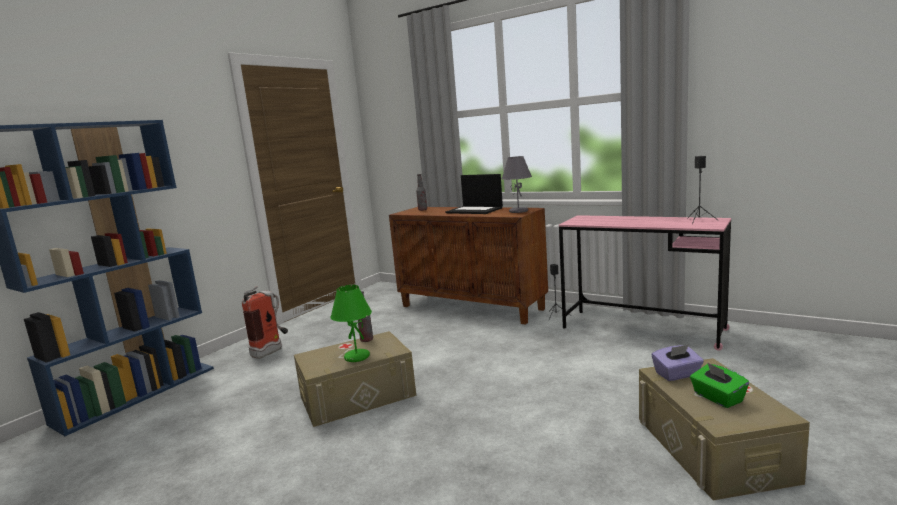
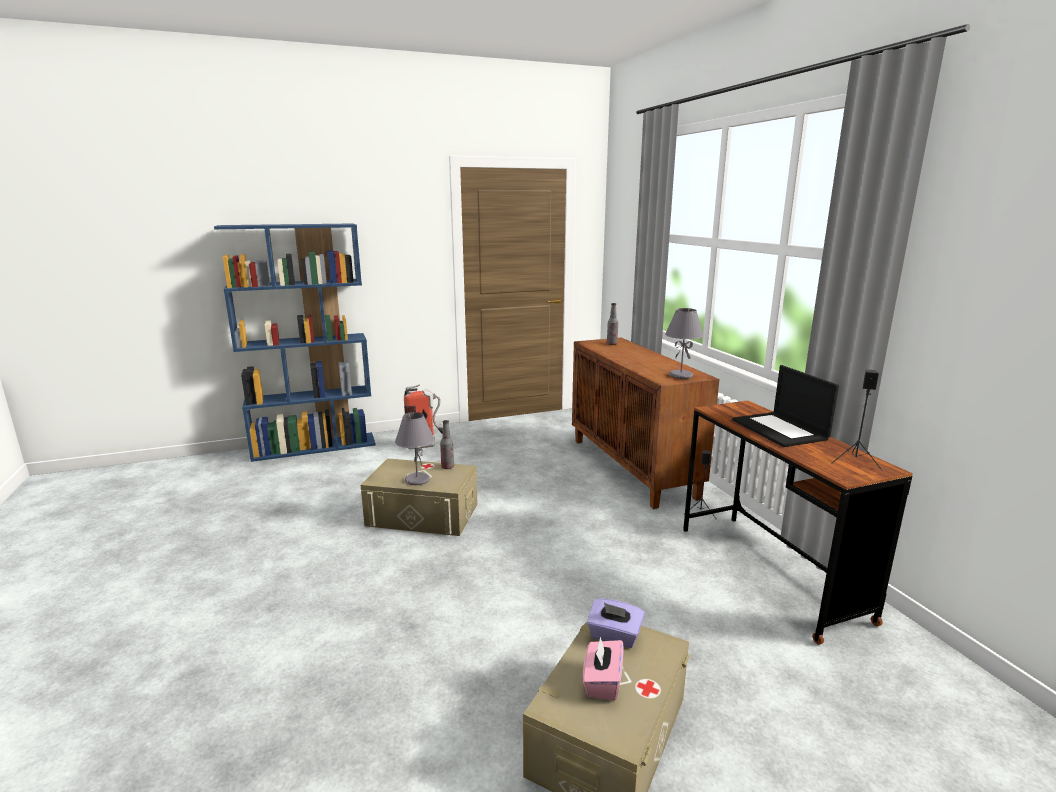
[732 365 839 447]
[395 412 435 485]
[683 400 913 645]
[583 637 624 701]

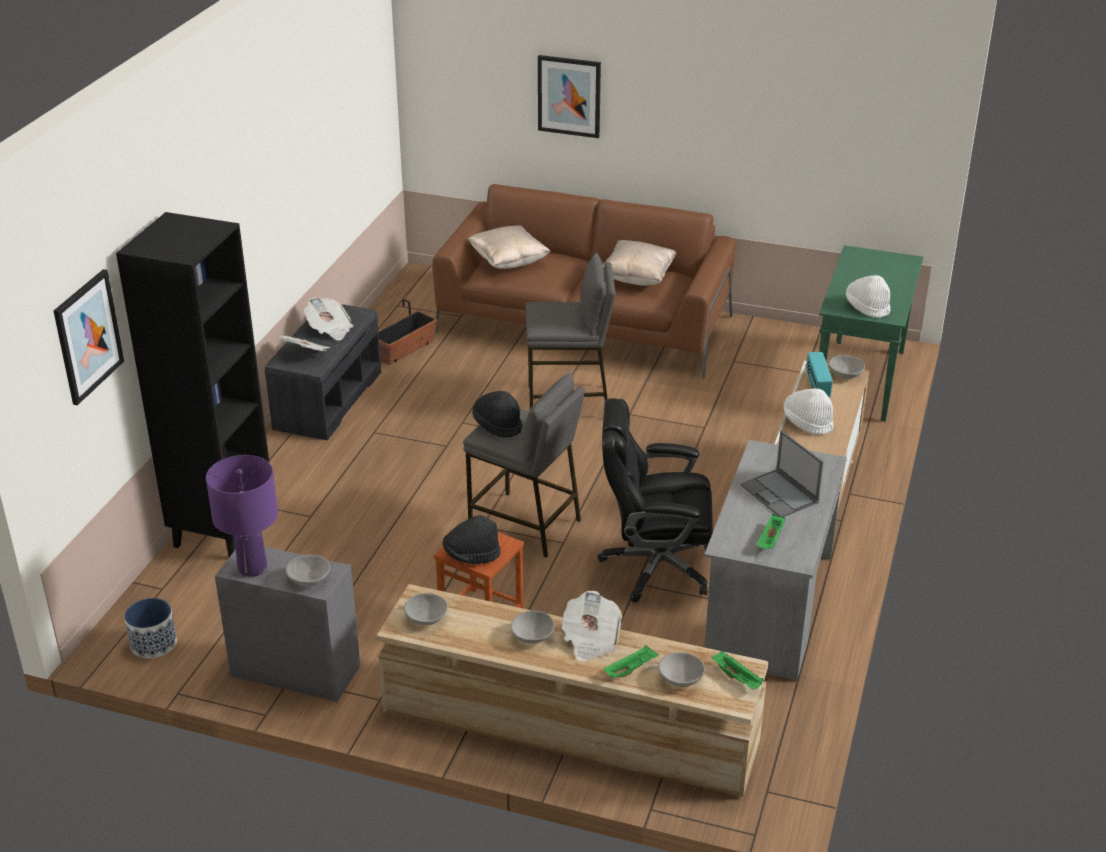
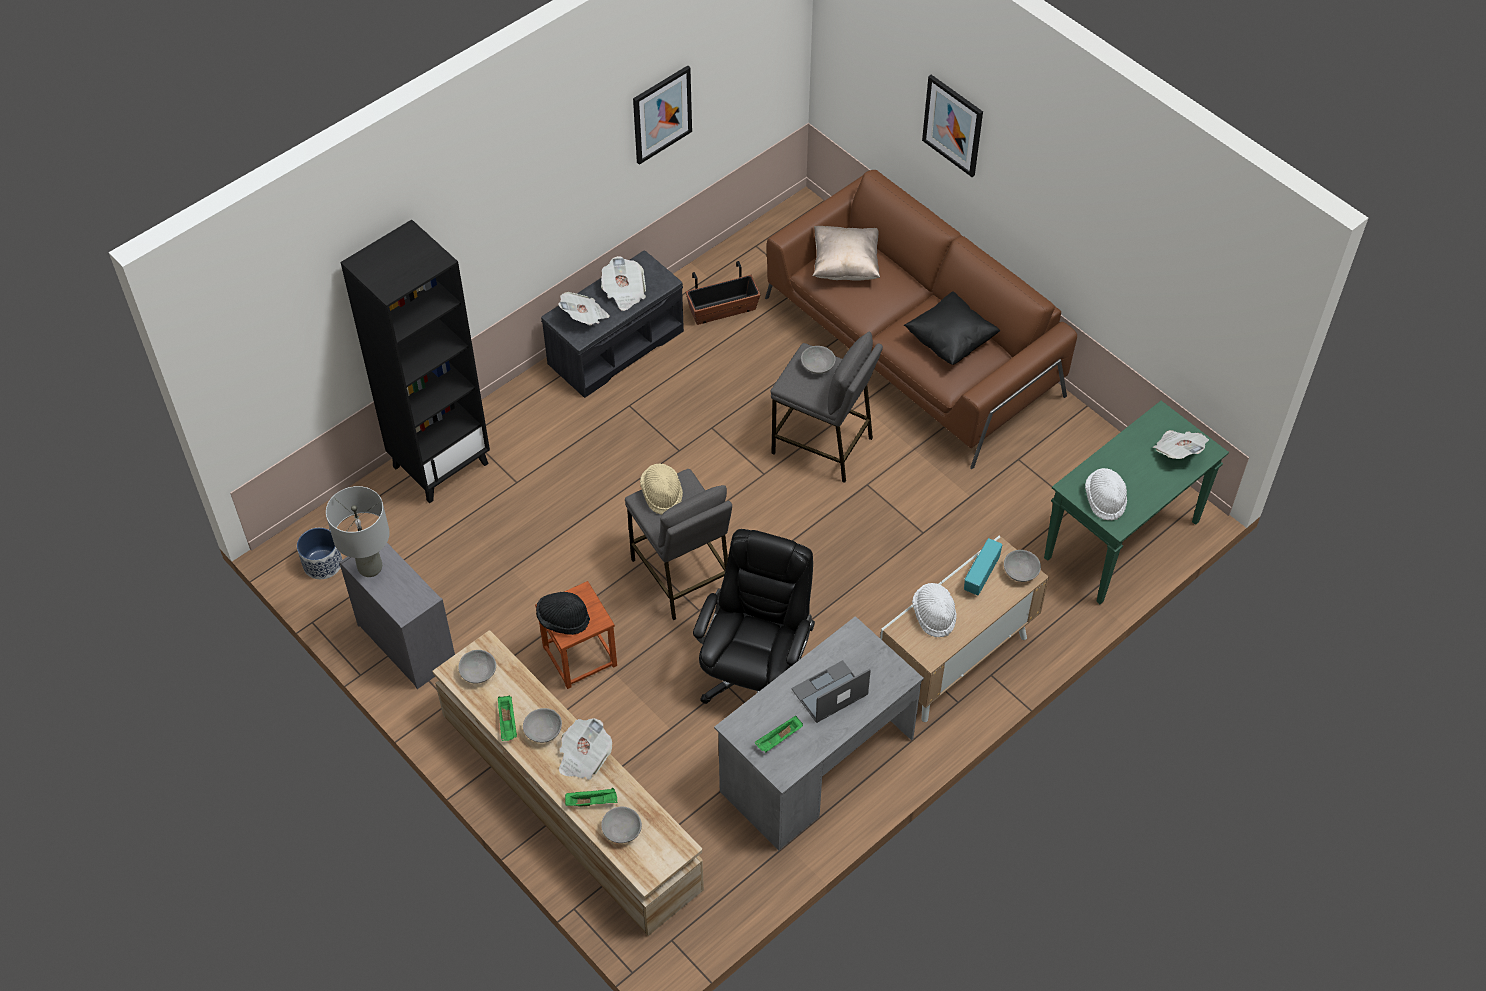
[1153 430 1209 459]
[633 66 692 165]
[801 346 836 374]
[498 696 517 741]
[326 486 390 577]
[640 464 683 515]
[904 291 1000 365]
[693 529 815 704]
[791 660 871 723]

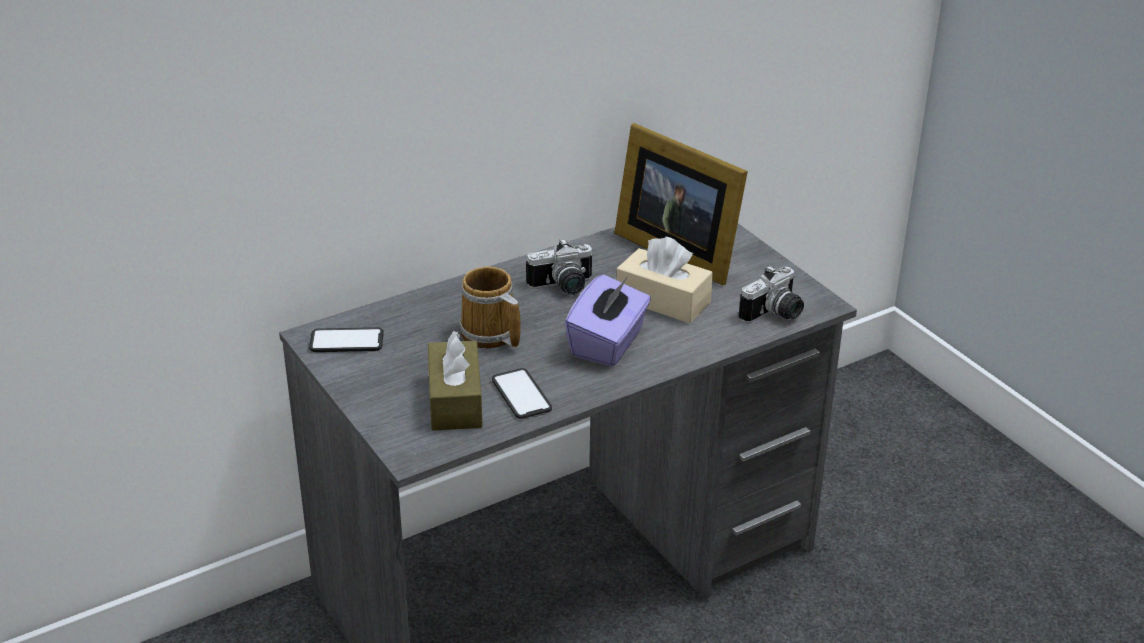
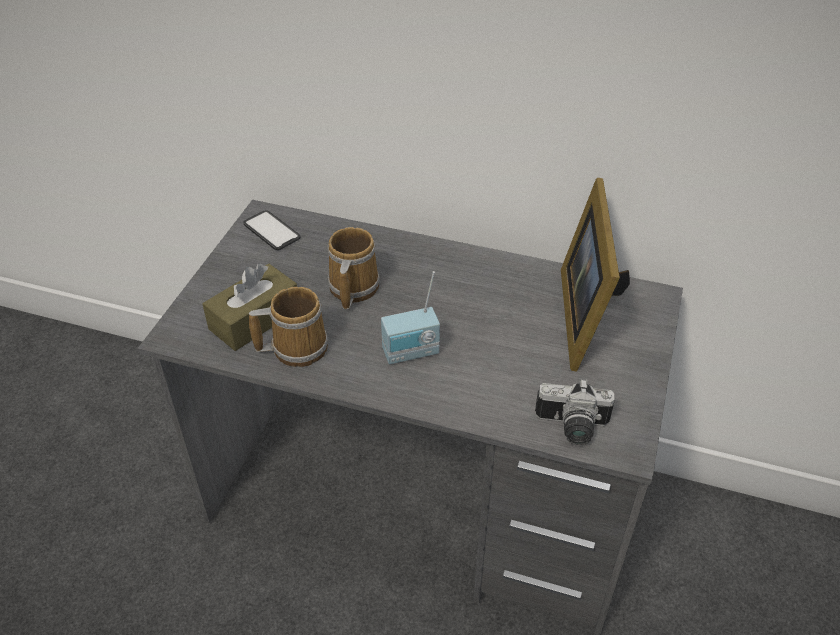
[526 239 592 295] (first image)
[617 237 713 323] (first image)
[249 287 328 367]
[381 271 440 364]

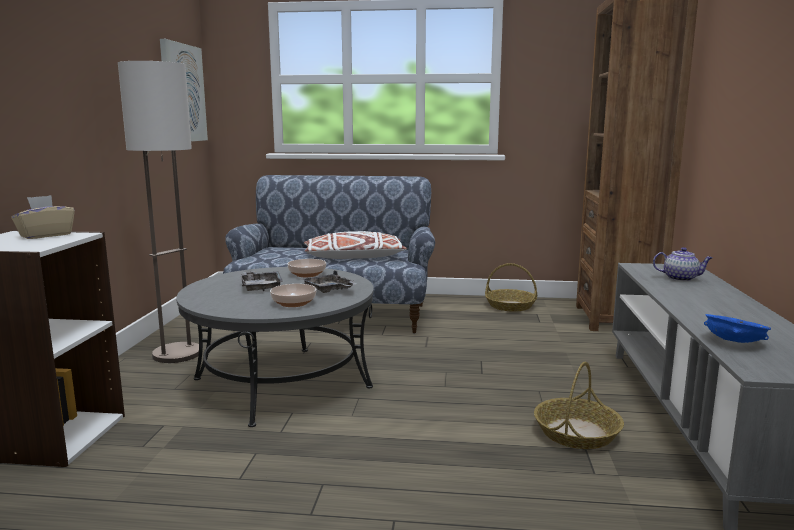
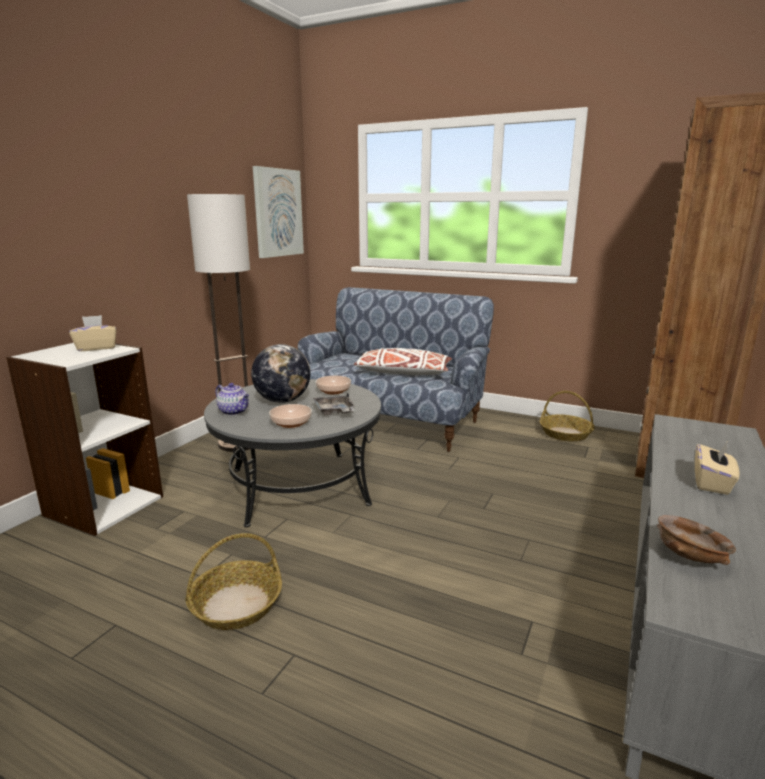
[695 442 740 495]
[185 533 282 630]
[215 383 249 415]
[251 344 310 403]
[657 515 736 565]

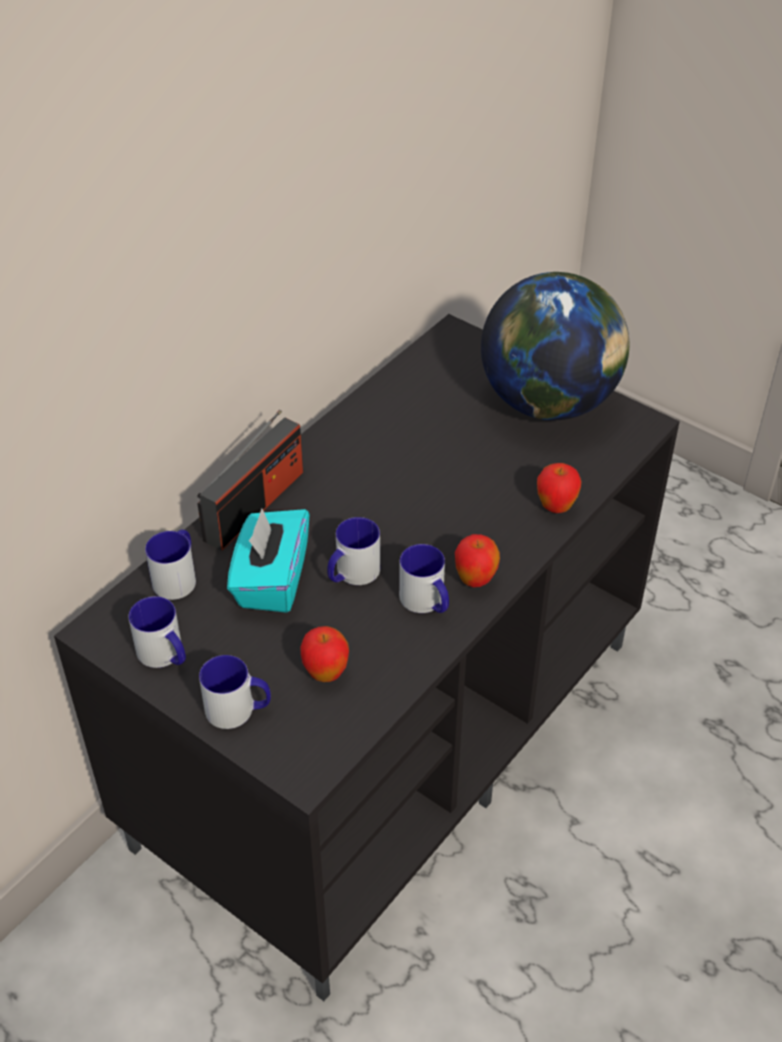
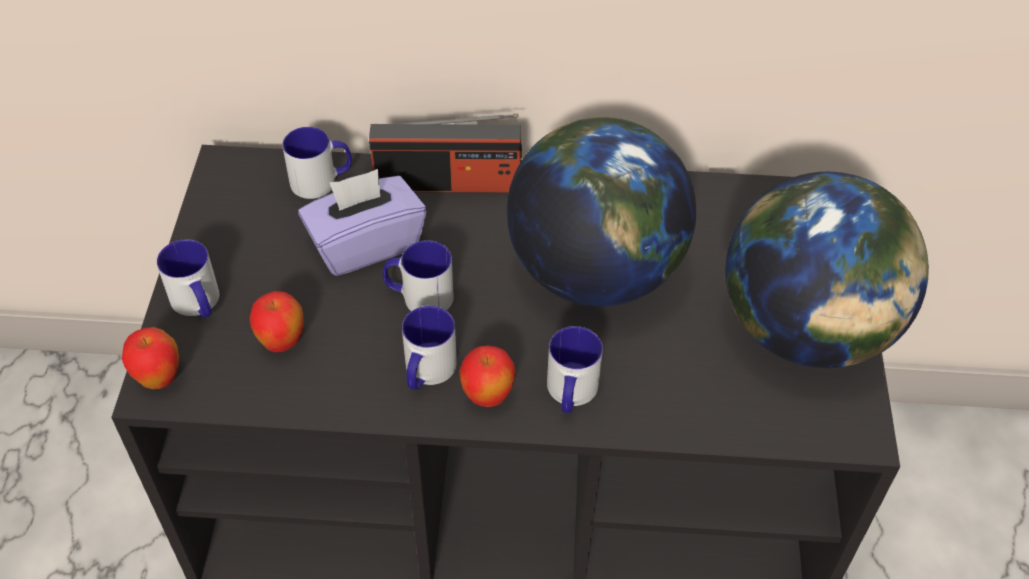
[507 117 696 307]
[547 326 603 413]
[122 327 179 389]
[298 169 426 276]

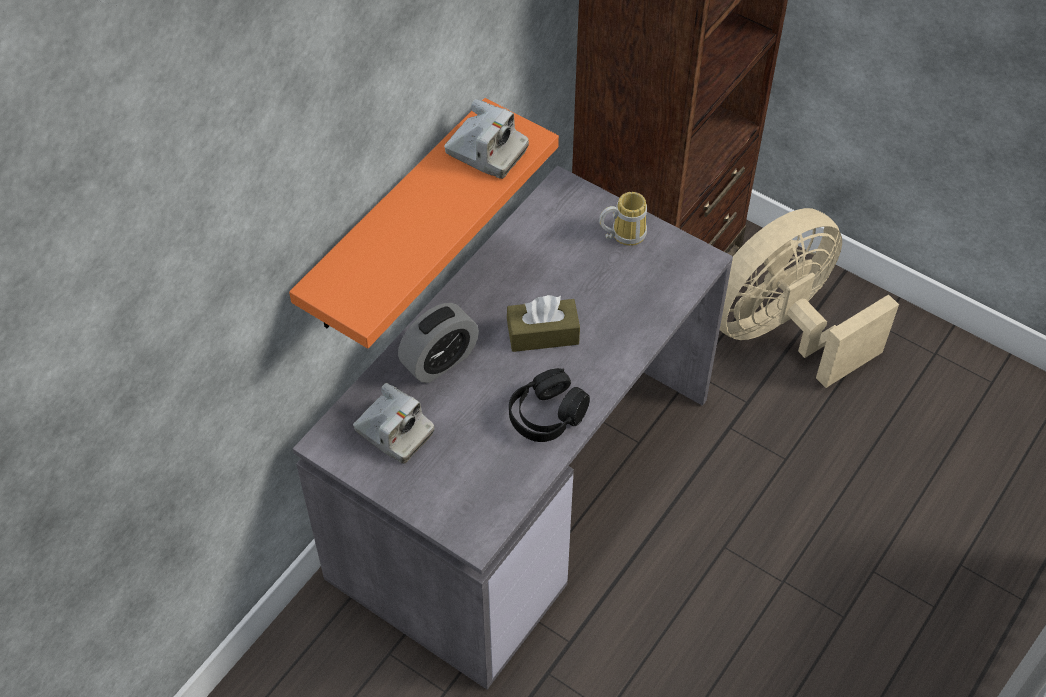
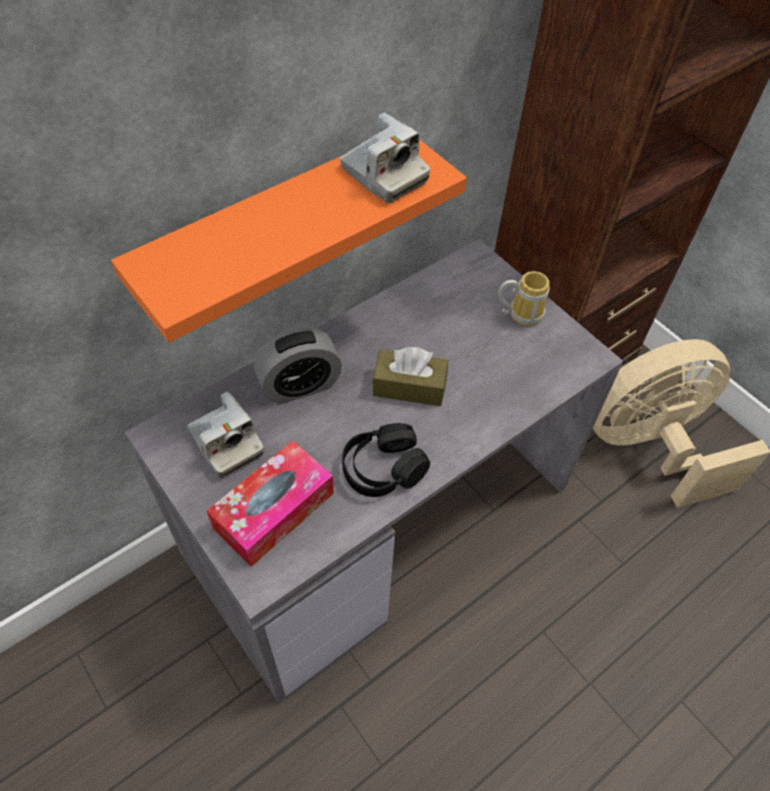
[207 440 334 567]

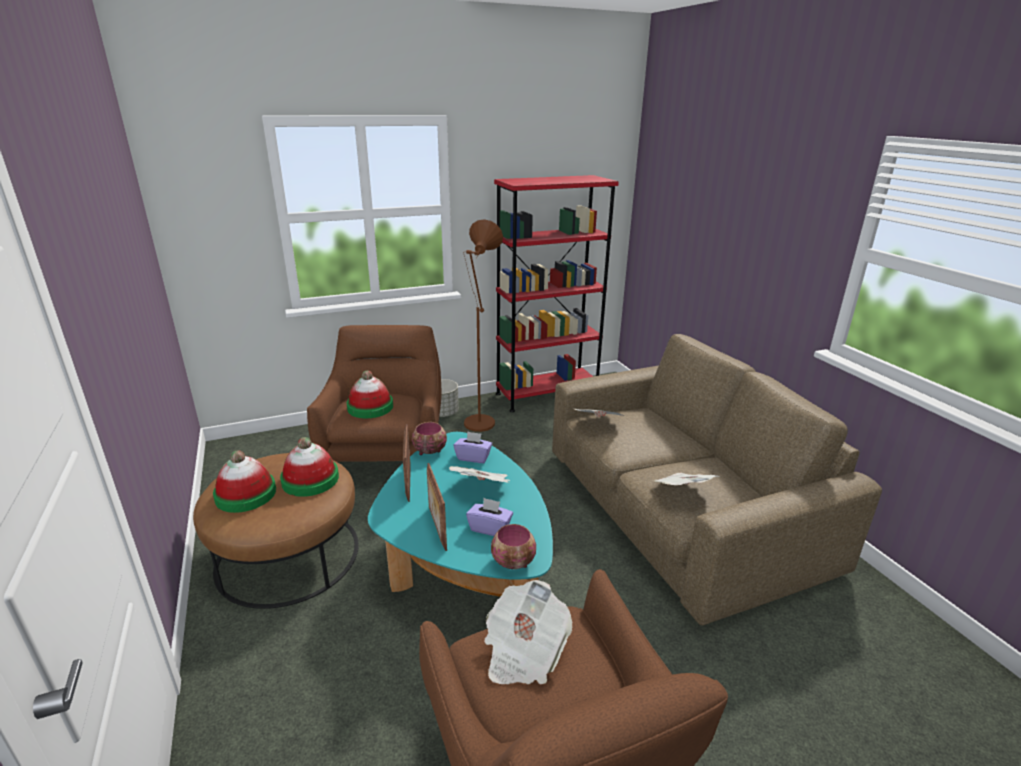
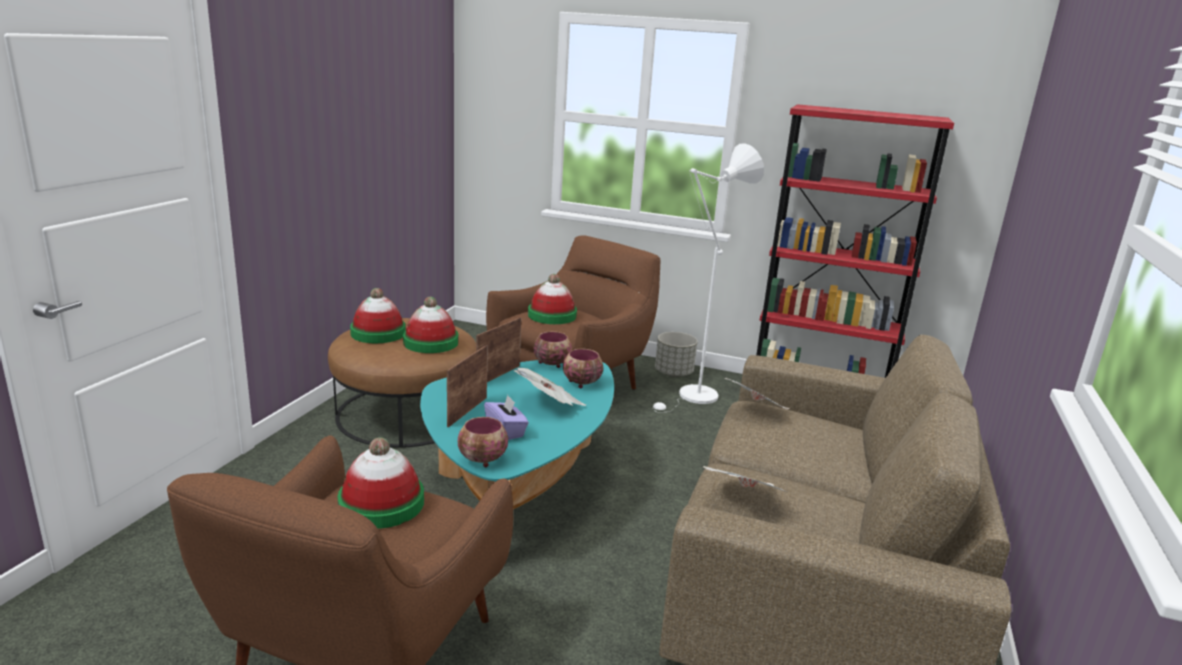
[563 349 604 388]
[338 437 424 529]
[653 143 764 411]

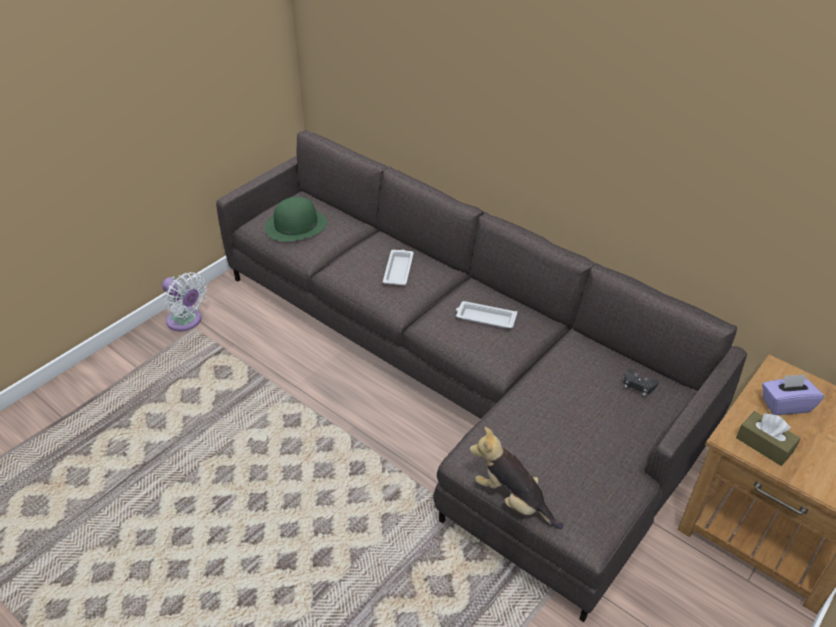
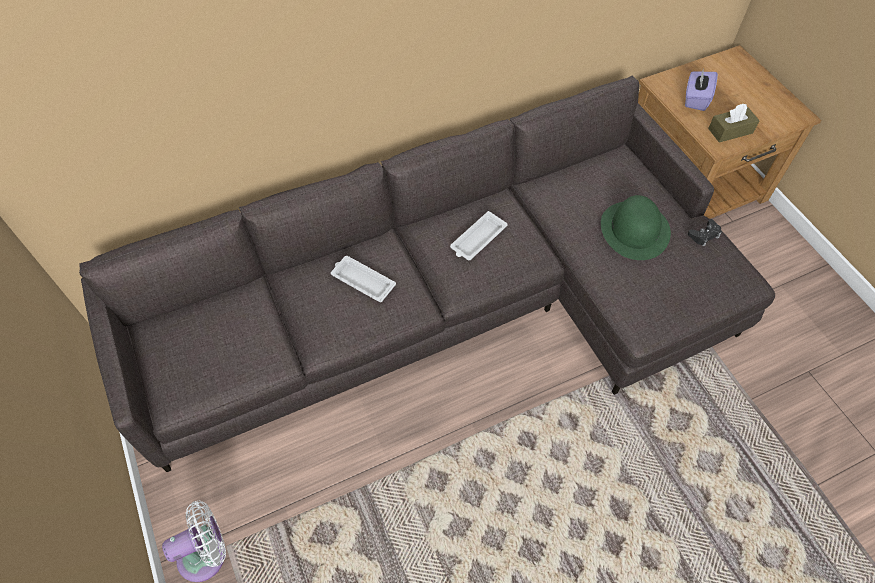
[470 427 564 529] (first image)
[601 195 671 260]
[688 219 722 246]

